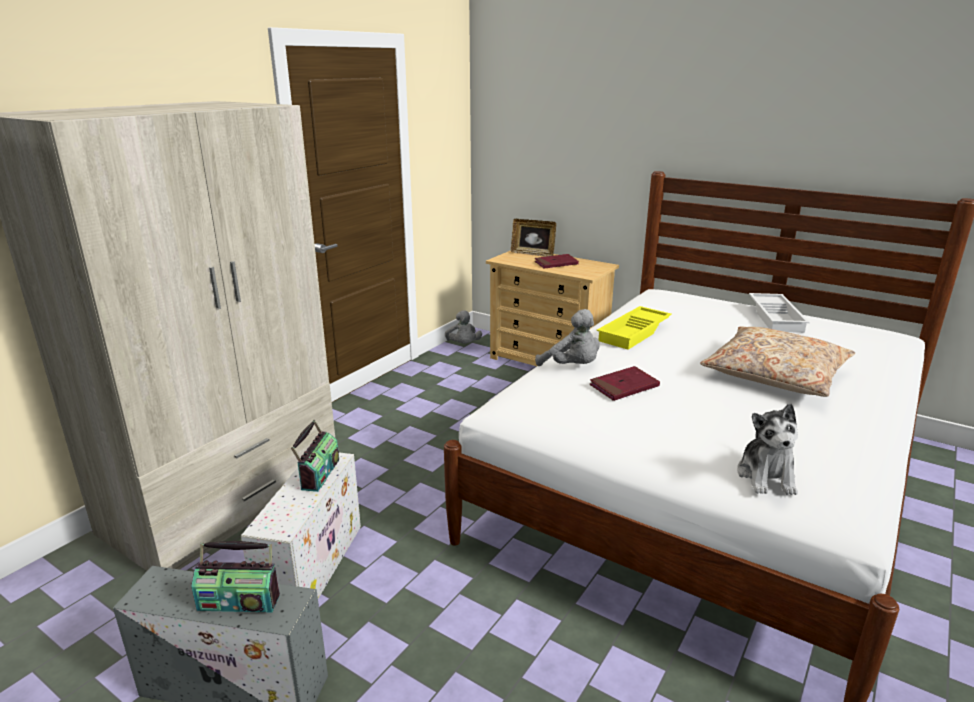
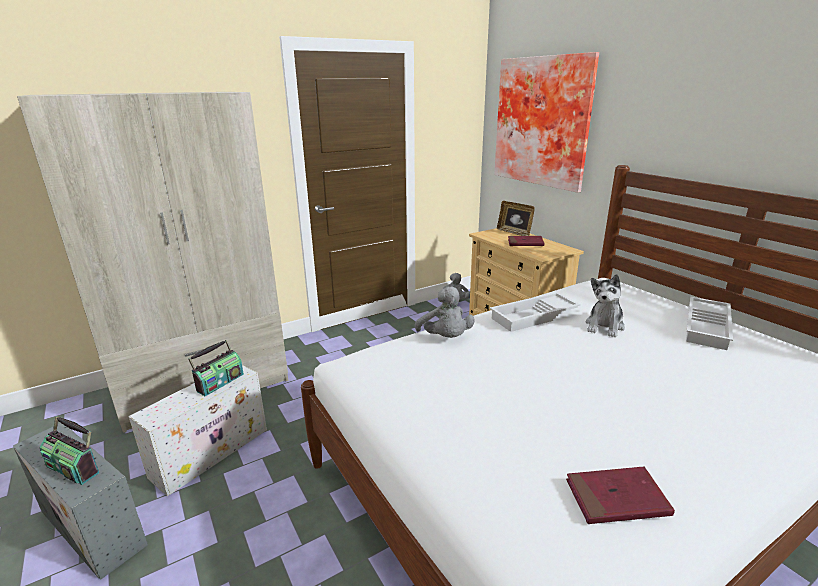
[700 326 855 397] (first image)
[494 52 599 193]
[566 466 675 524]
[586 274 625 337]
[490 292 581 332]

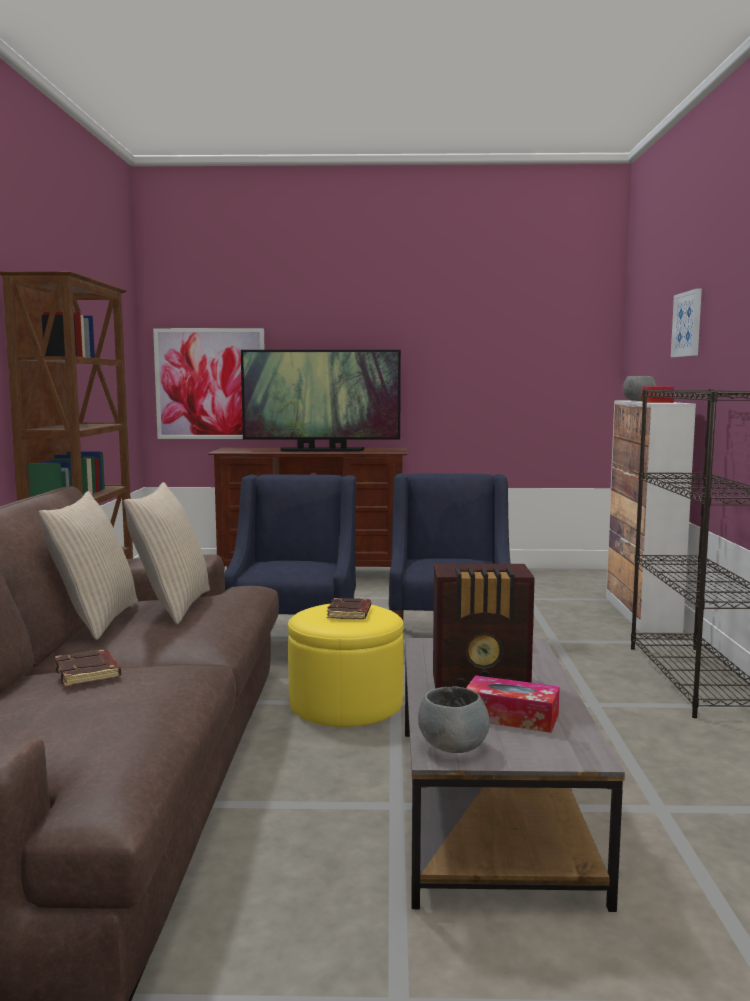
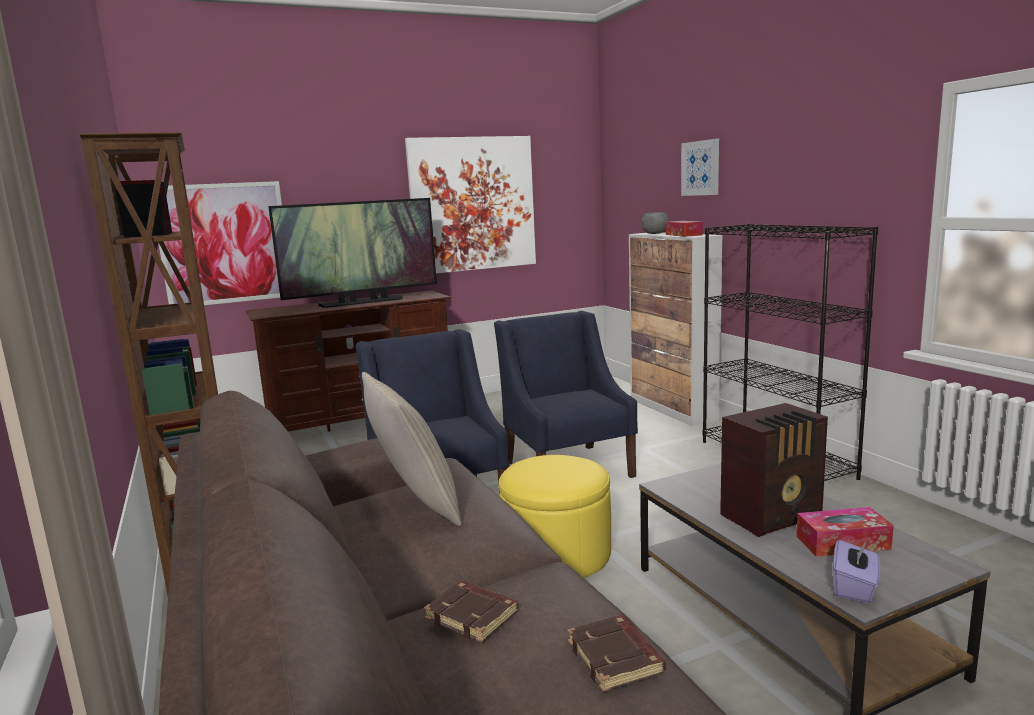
[39 491 138 640] (first image)
[405 136 536 273]
[567 615 666 692]
[833 539 880 603]

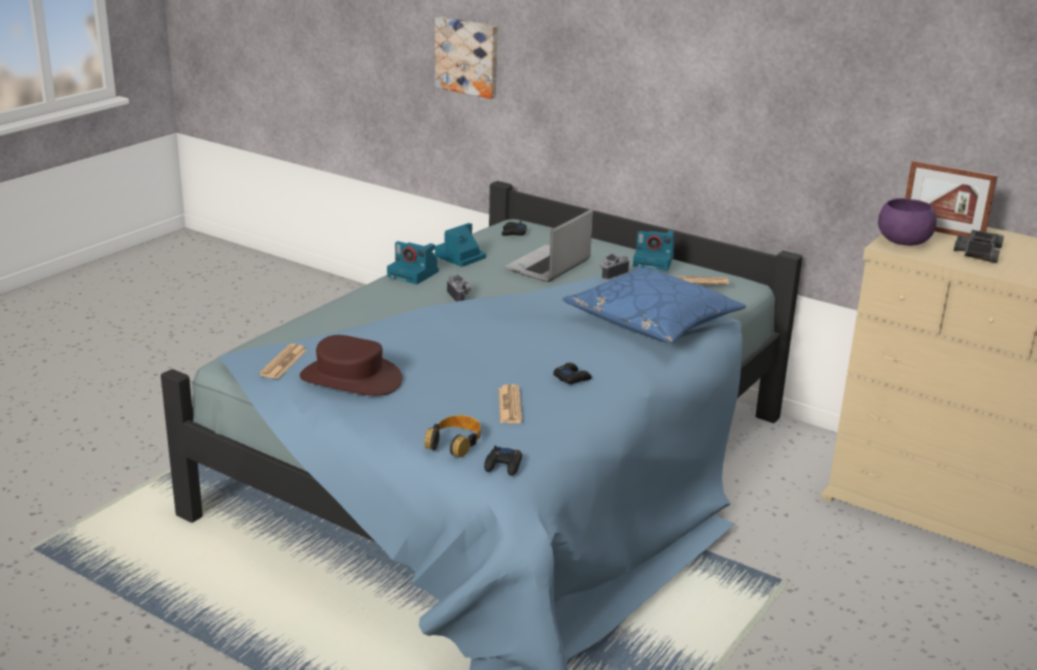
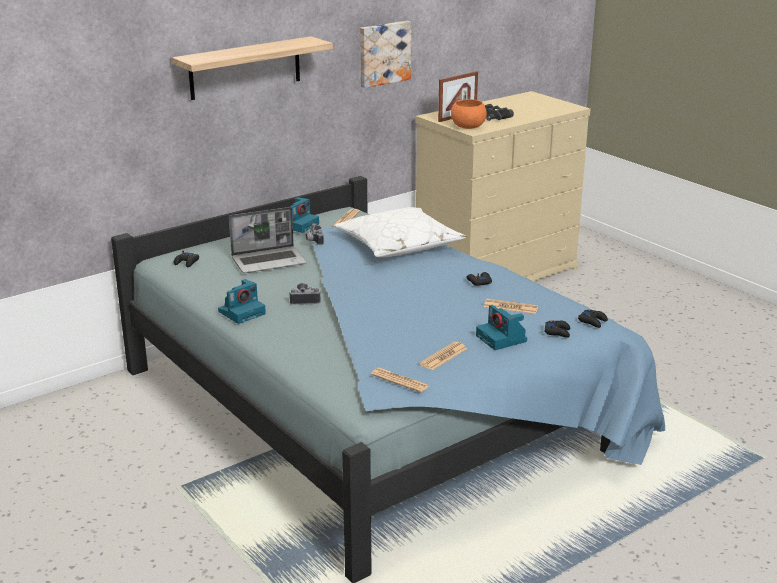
[172 36 333 100]
[360 21 411 88]
[476 305 527 350]
[419 342 467 370]
[545 320 570 338]
[335 207 466 257]
[451 99 487 129]
[229 207 307 273]

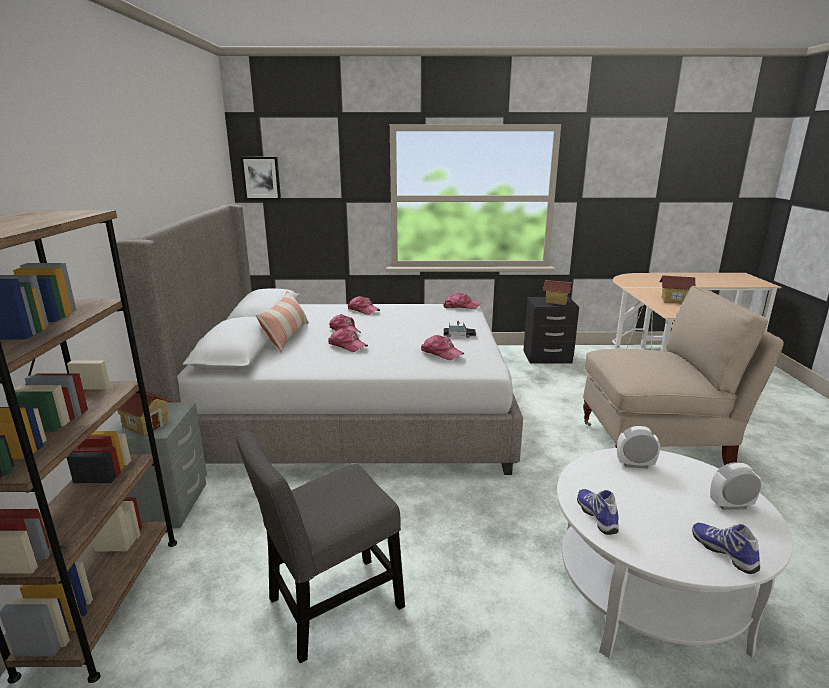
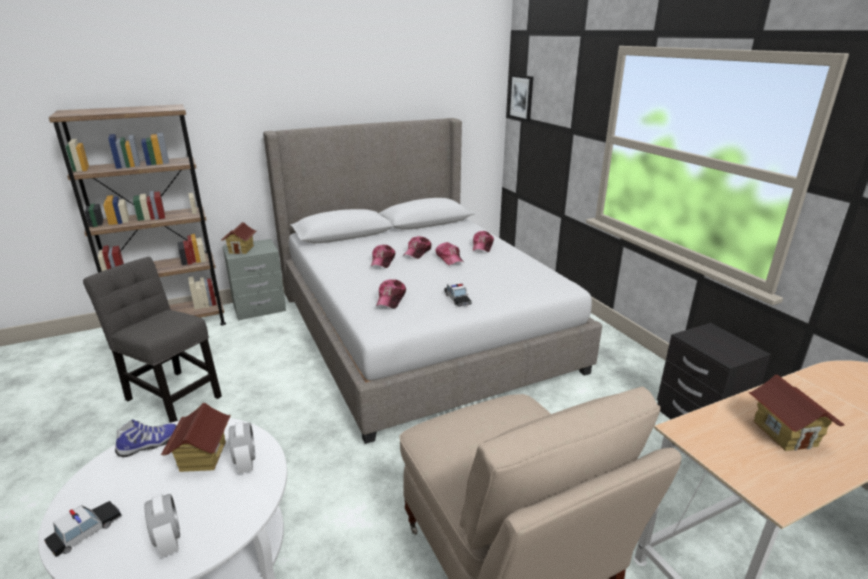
[256 291 309 352] (first image)
[435 242 464 265]
[161 403 231 472]
[44 501 122 557]

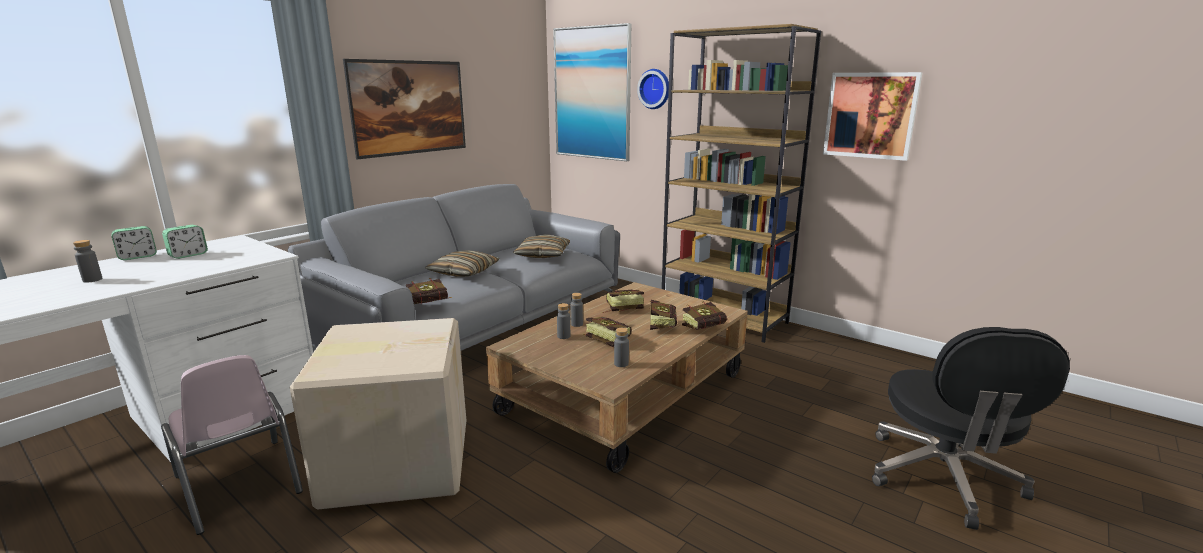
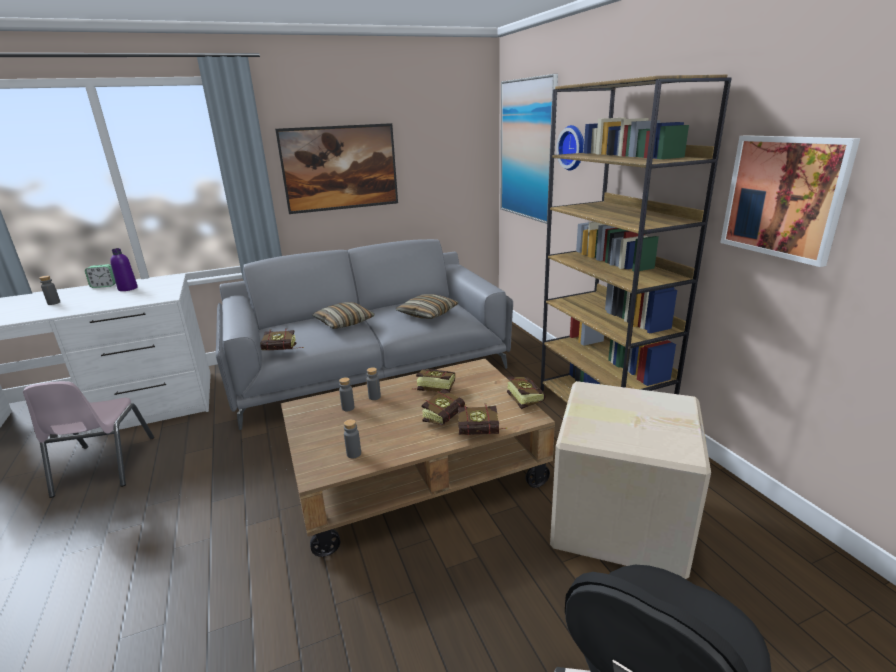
[550 381 711 579]
[507 377 546 409]
[110 248 138 291]

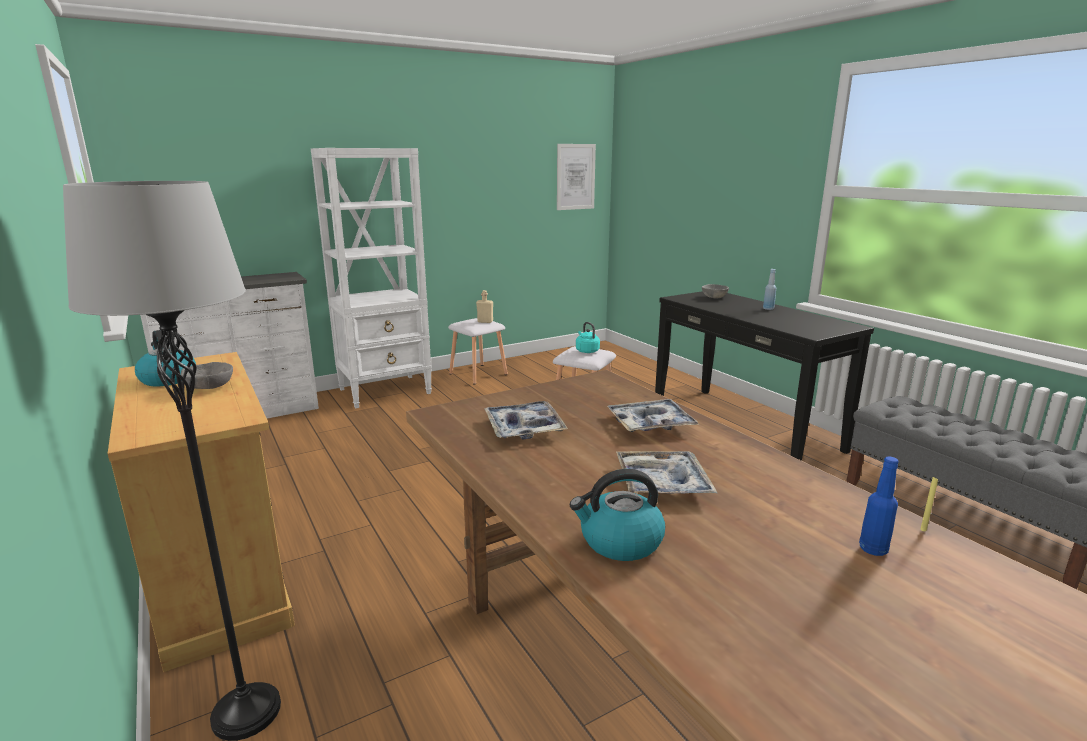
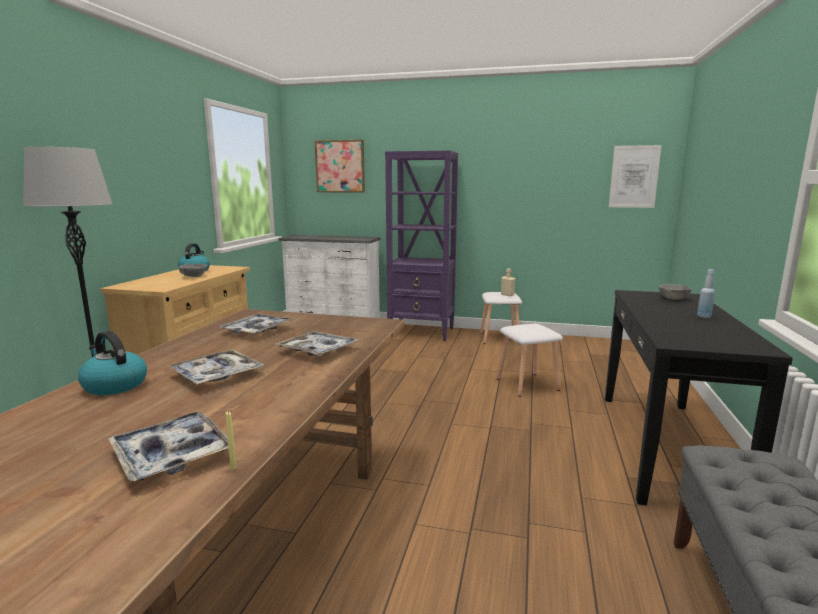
[576 322 600 353] (first image)
[315 139 365 193]
[108 412 236 481]
[385 150 458 341]

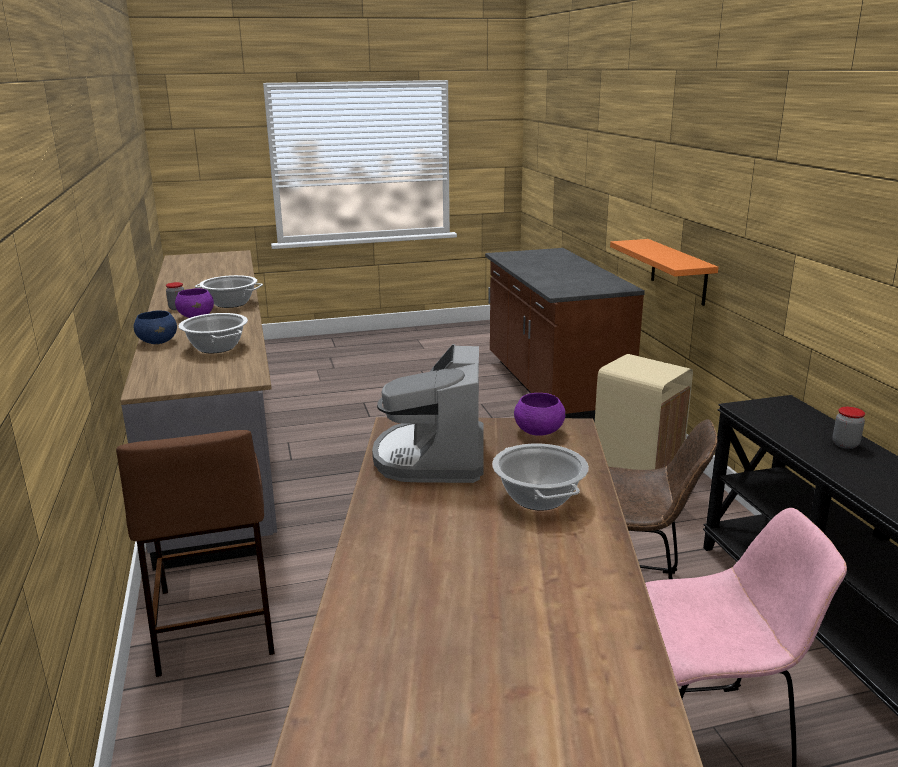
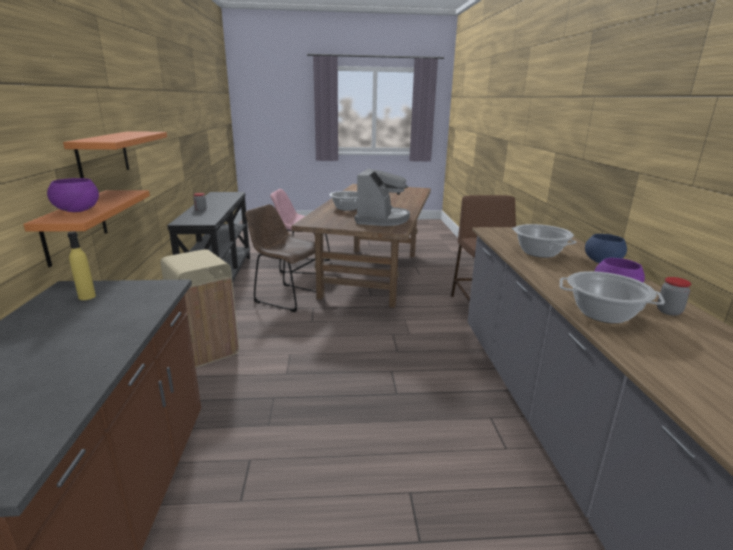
[63 131 167 178]
[68 231 96 300]
[47 178 99 212]

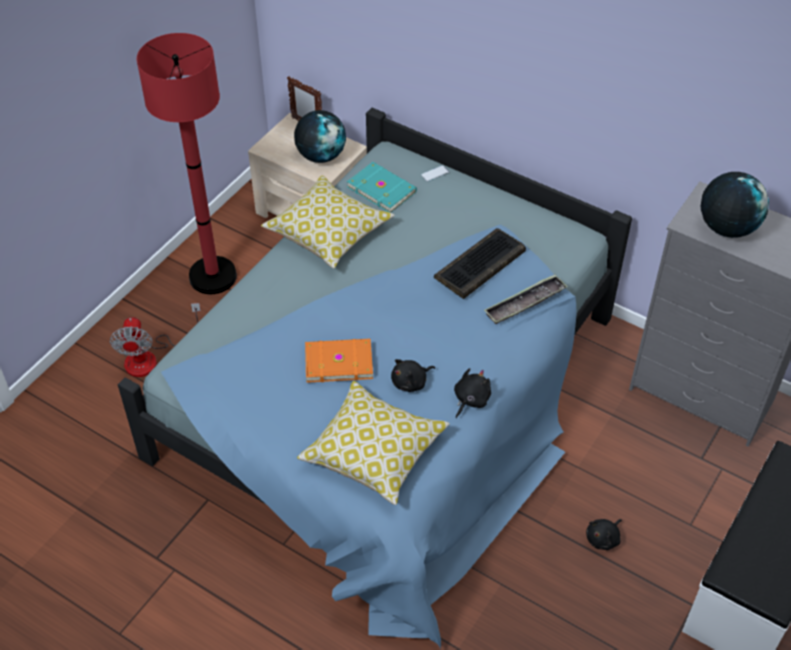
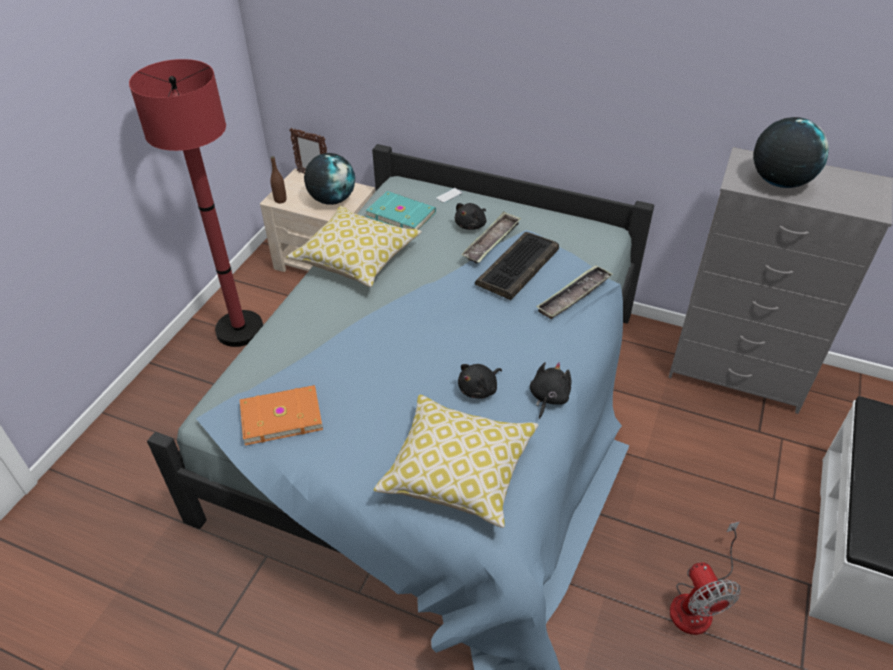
[270 156 287 203]
[461 211 521 263]
[670 521 741 635]
[240 385 323 445]
[455 203 486 230]

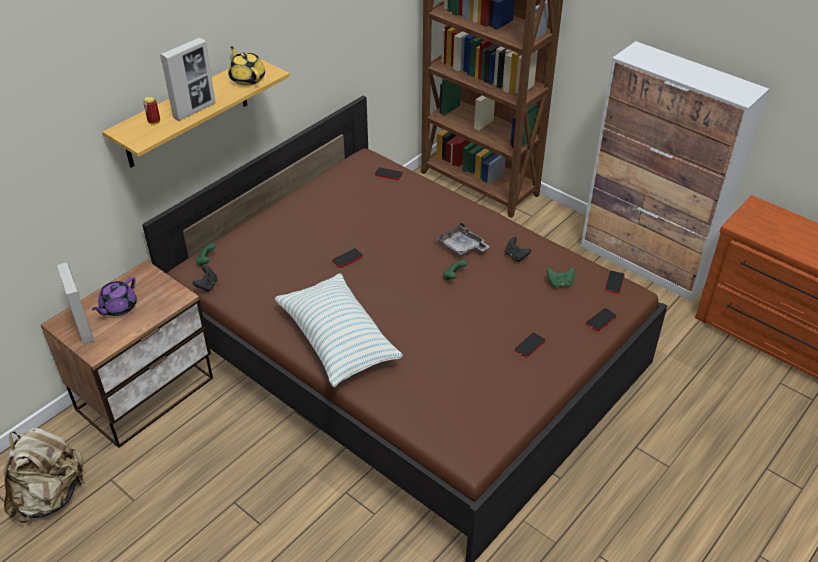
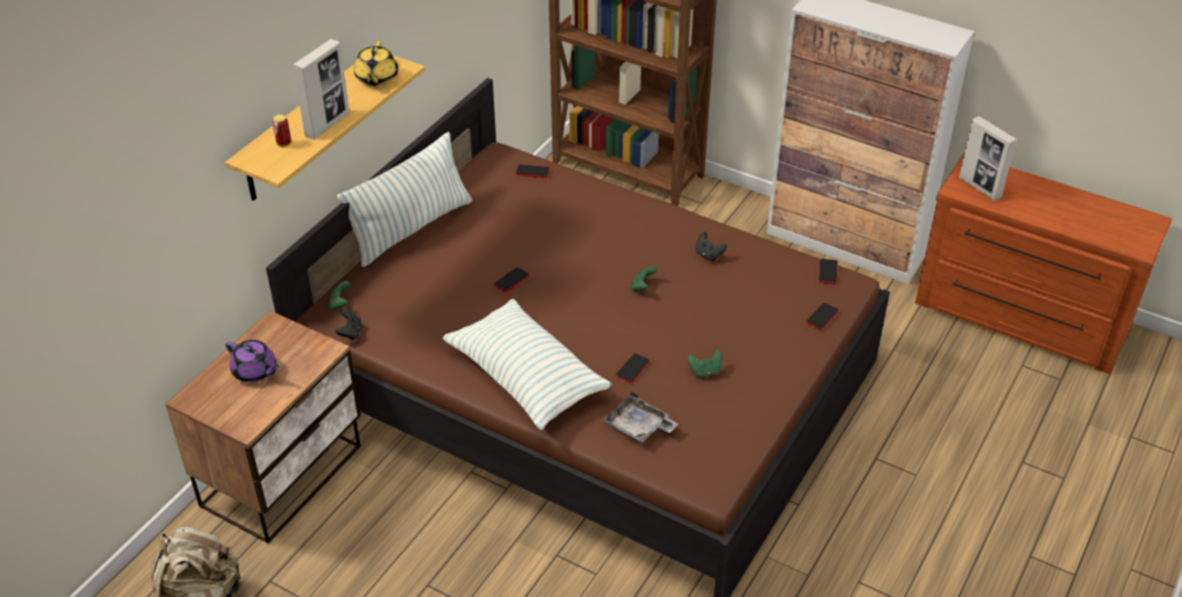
[337 132 472 267]
[959 116 1017 201]
[603 391 678 442]
[616 353 650 383]
[687 349 722 377]
[225 340 280 382]
[354 41 398 86]

